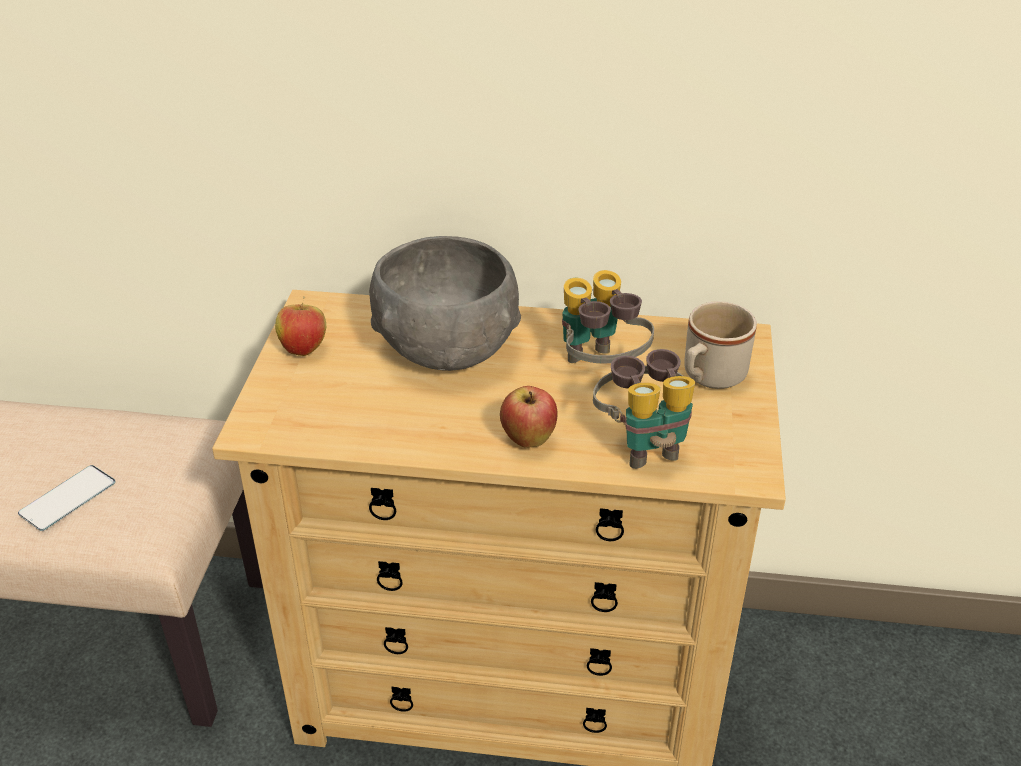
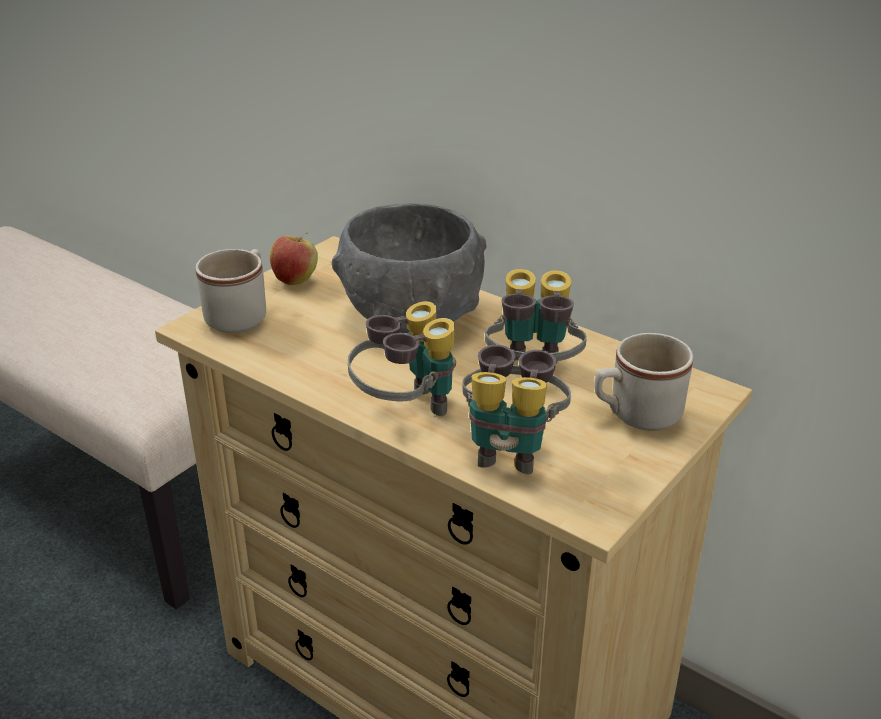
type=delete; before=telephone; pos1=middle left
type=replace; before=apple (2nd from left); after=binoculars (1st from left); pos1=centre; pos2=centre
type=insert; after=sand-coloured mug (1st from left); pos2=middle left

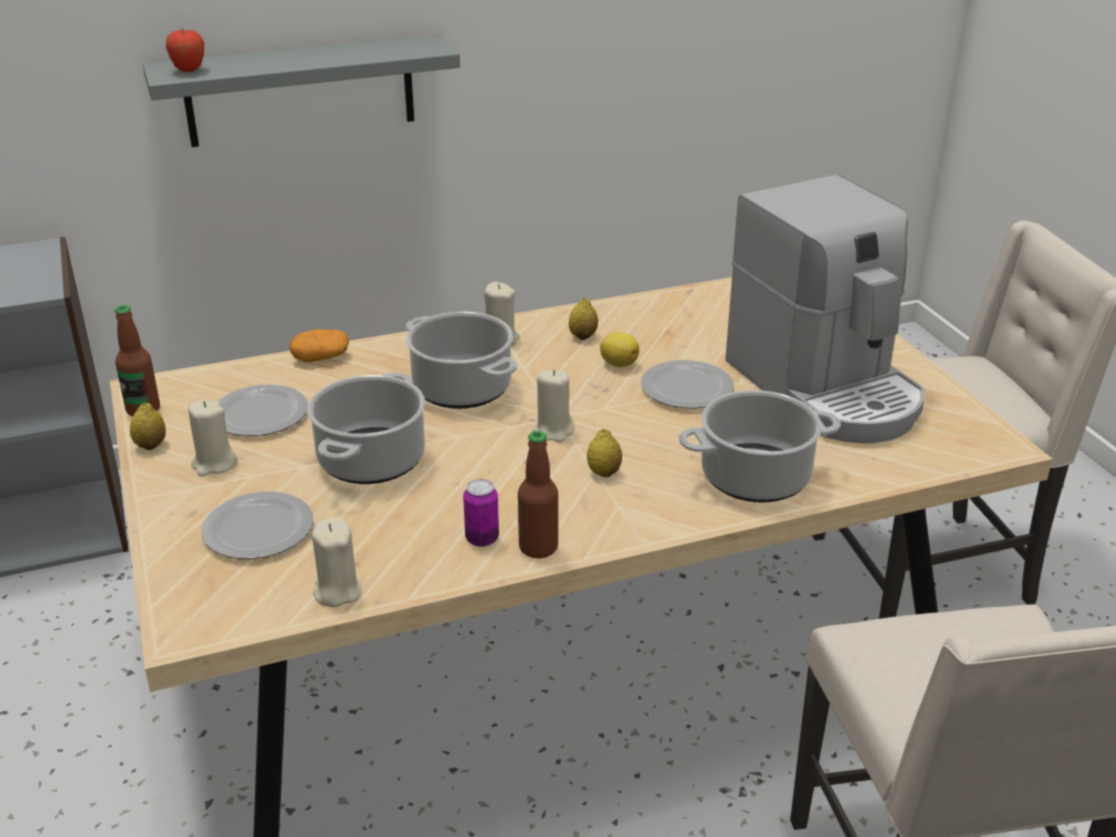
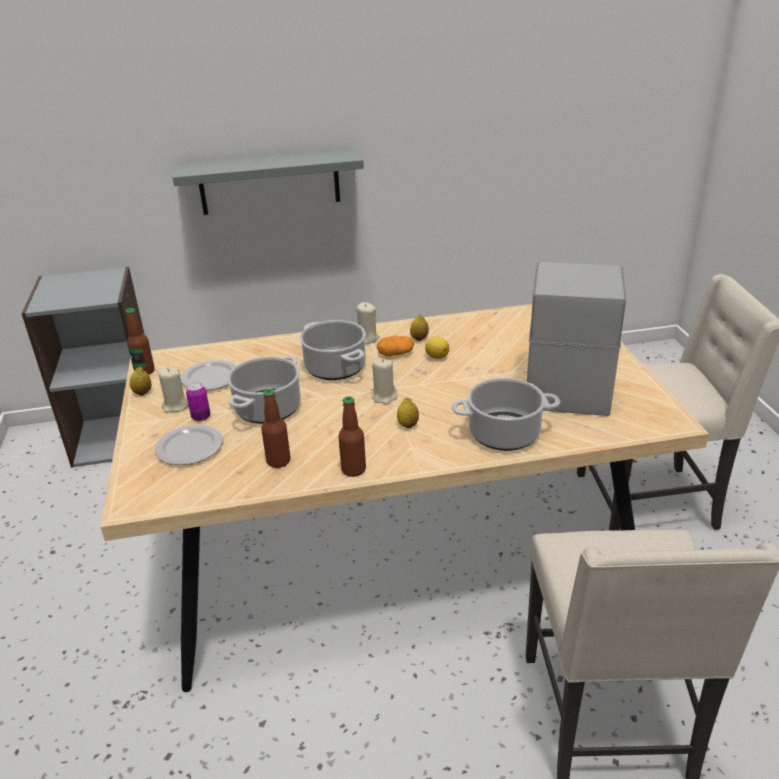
type=delete; before=apple; pos1=top left
type=move; before=spud; pos1=middle left; pos2=centre
type=delete; before=sand-coloured wax light (2nd from left); pos1=bottom left
type=move; before=sealed can; pos1=centre; pos2=middle left
type=delete; before=dinner plate (3rd from left); pos1=centre
type=rotate; before=coffee brewer; pos1=middle right; pos2=middle right; turn=-150
type=insert; after=drink bottle (2nd from left); pos2=centre

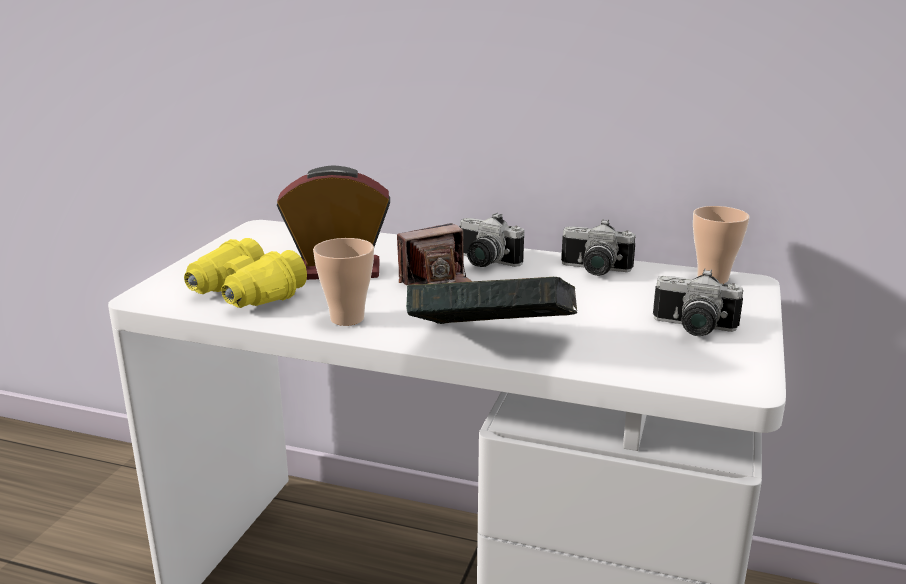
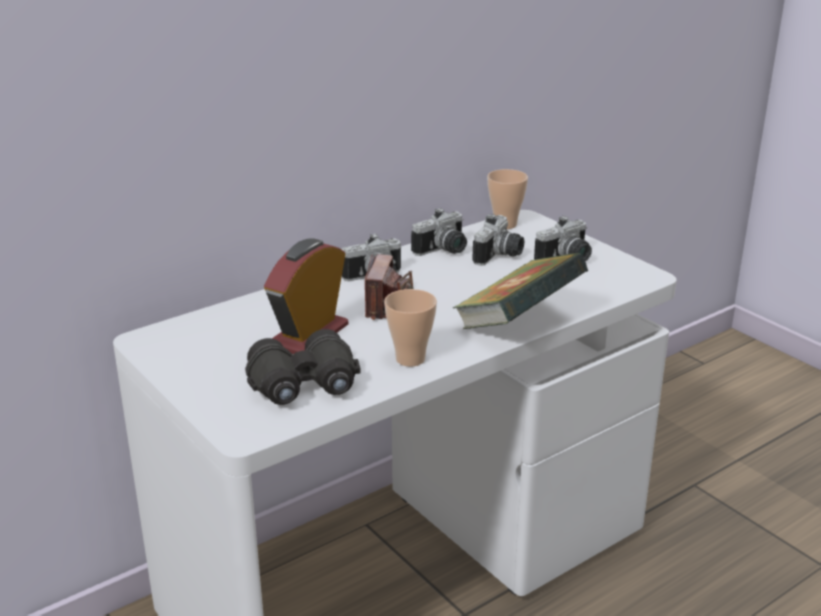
type=recolor; before=yellow-coloured binoculars; after=blackish binoculars; pos1=middle left; pos2=centre
type=insert; after=still camera (4th from left); pos2=centre

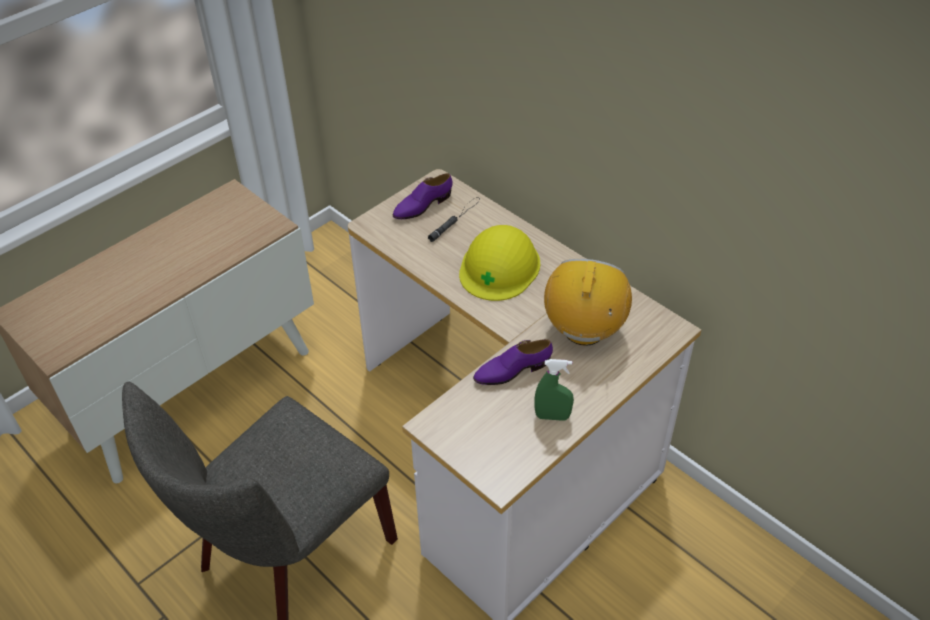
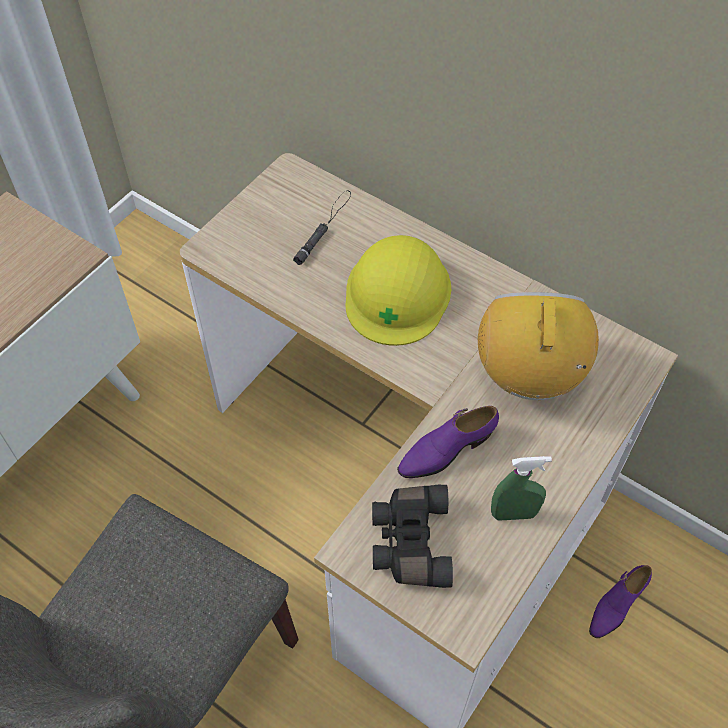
type=move; before=purple-coloured low shoe (1st from left in the first image); after=purple-coloured low shoe (2nd from left); pos1=top centre; pos2=bottom right
type=insert; after=blackish binoculars; pos2=bottom centre

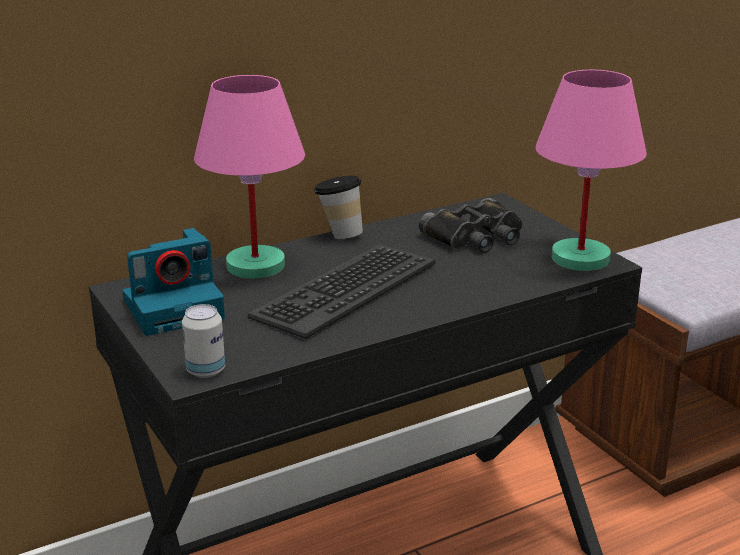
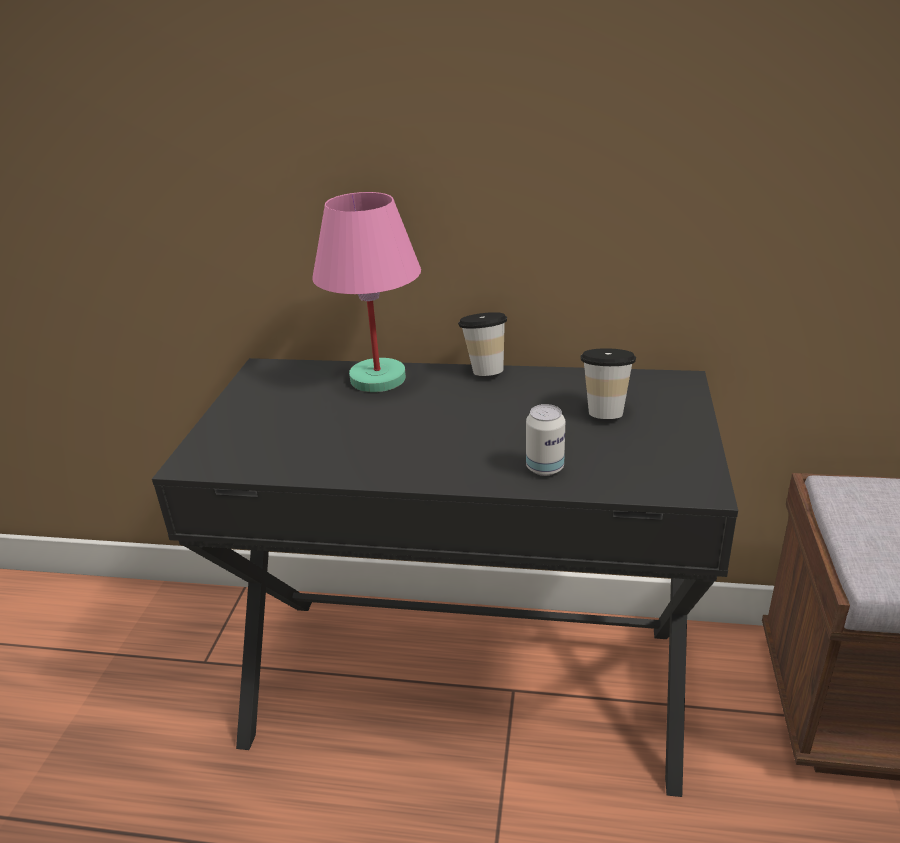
type=delete; before=still camera; pos1=middle left
type=move; before=sealed can; pos1=middle left; pos2=centre
type=delete; before=computer keyboard; pos1=centre
type=replace; before=blackish binoculars; after=drinking cup (2nd from left); pos1=centre; pos2=middle right
type=delete; before=pink-coloured lamp for a table (2nd from left); pos1=top right

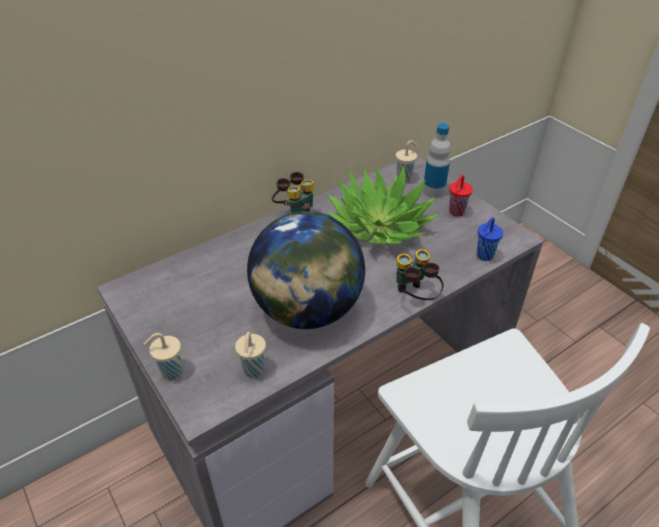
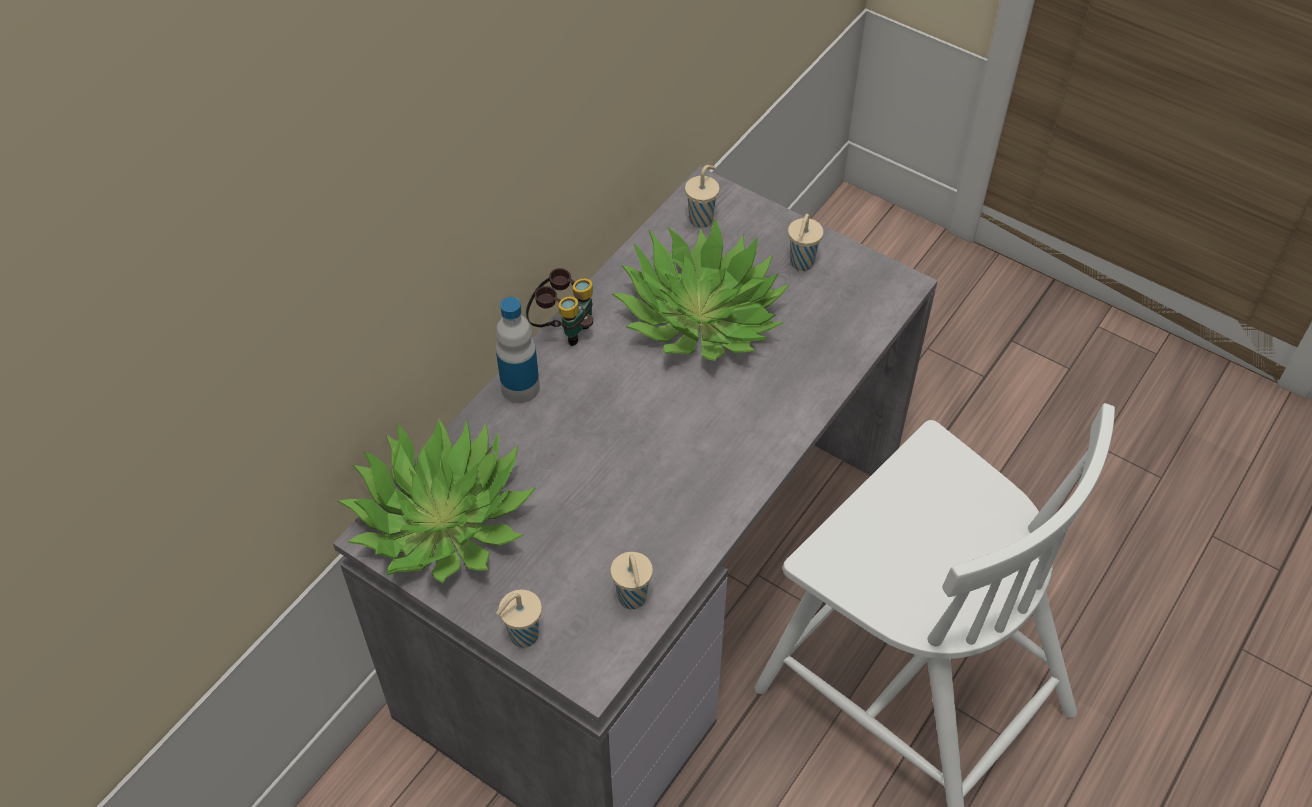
type=delete; before=desk globe; pos1=centre
type=delete; before=binoculars (2nd from left); pos1=centre
type=move; before=drink bottle; pos1=top centre; pos2=centre
type=recolor; before=red-coloured drinking cup; after=sand-coloured drinking cup (4th from left); pos1=middle right; pos2=top centre
type=delete; before=blue drinking cup; pos1=middle right
type=insert; after=houseplant (1st from left); pos2=middle left

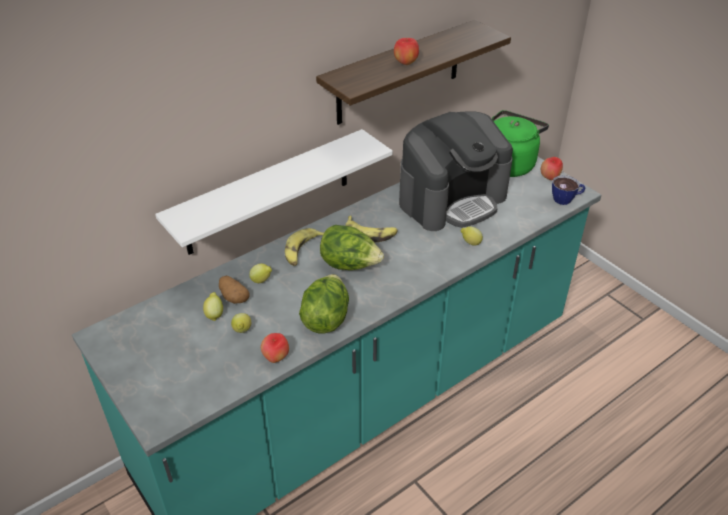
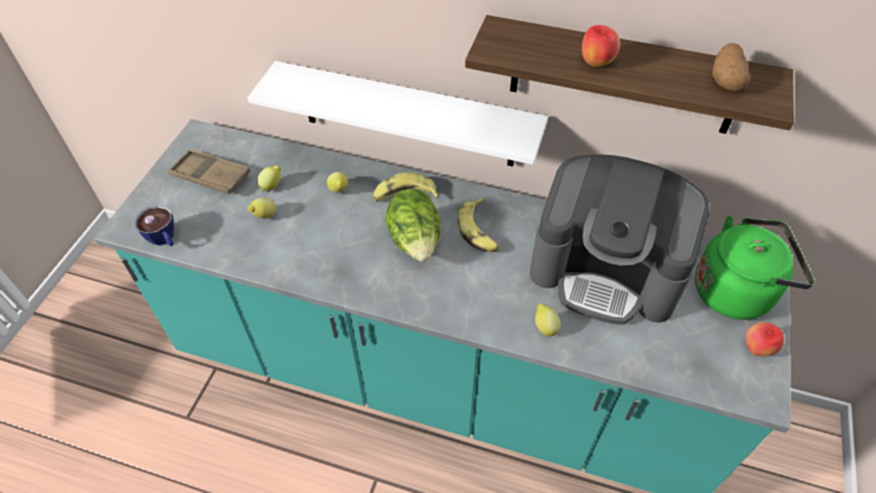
type=move; before=spud; pos1=middle left; pos2=top right
type=delete; before=apple (1st from left); pos1=bottom centre
type=delete; before=lettuce (1st from left); pos1=centre
type=move; before=drinking cup; pos1=middle right; pos2=middle left
type=insert; after=brown-coloured carrying tray; pos2=middle left

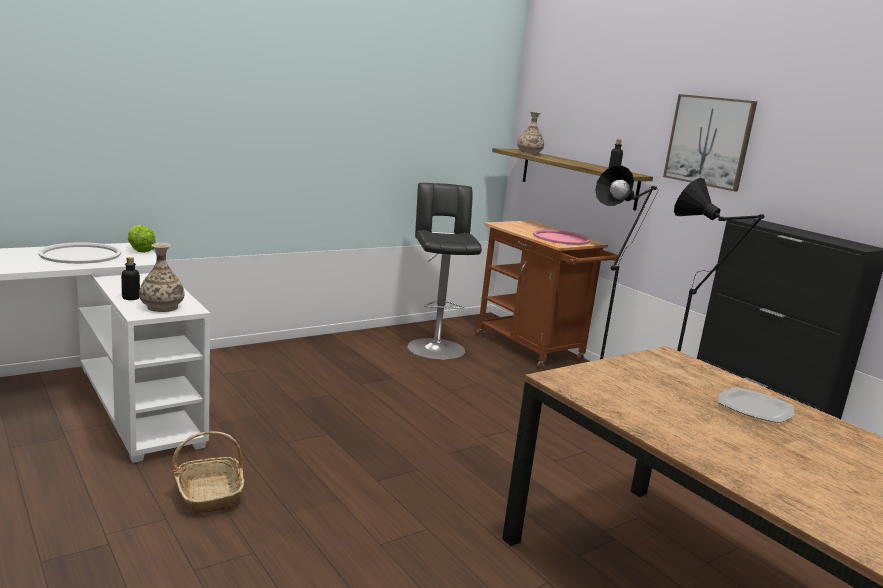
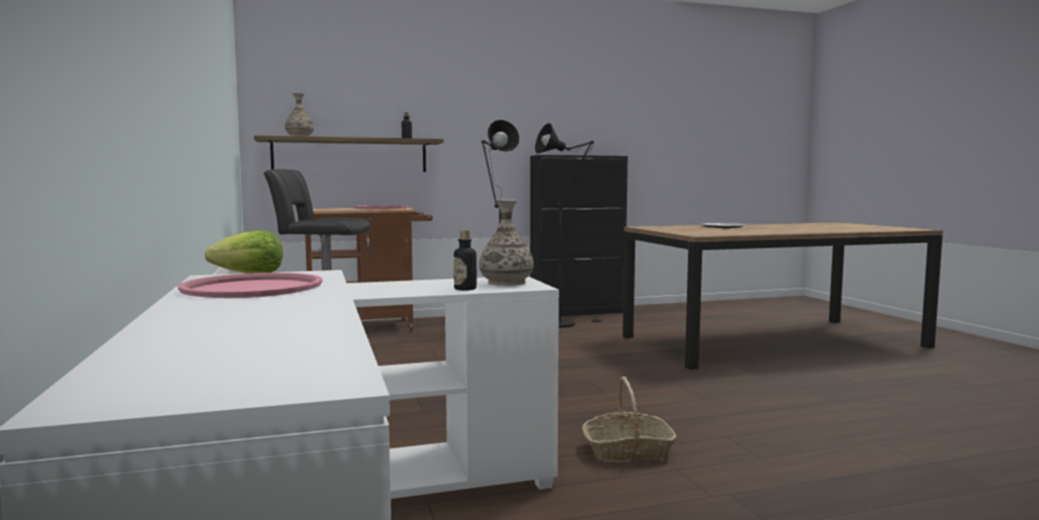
type=recolor; before=whitish carrying tray; after=pink-coloured carrying tray (1st from left); pos1=middle left; pos2=middle left
type=delete; before=wall picture; pos1=top right

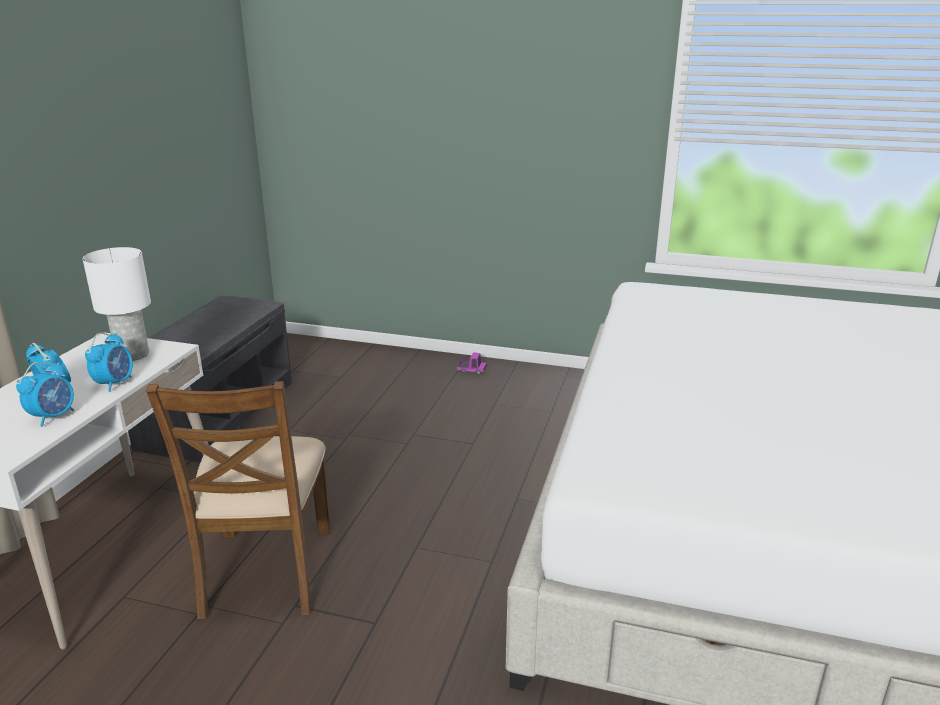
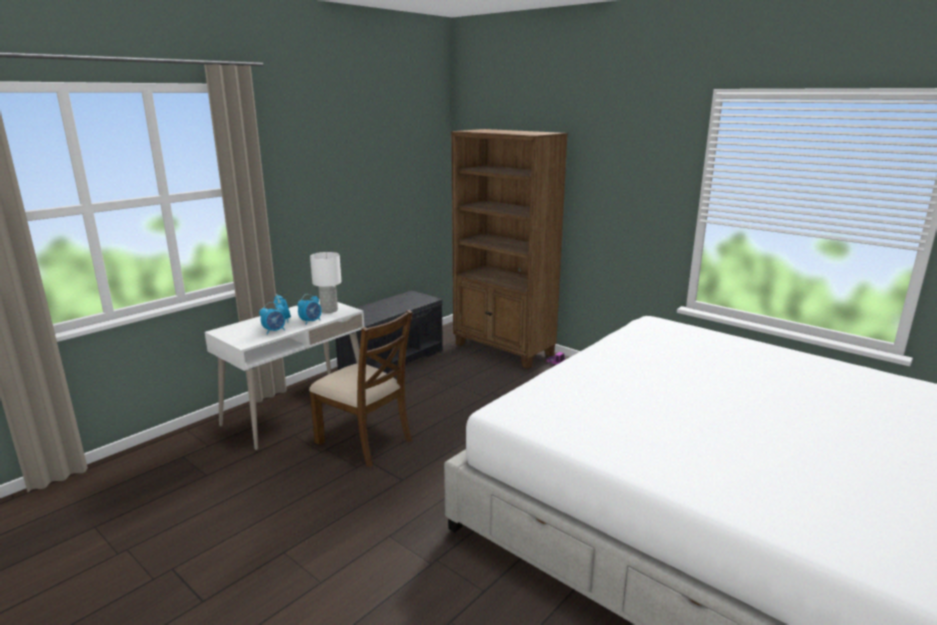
type=rotate; before=brown-coloured plain chair; pos1=bottom left; pos2=centre; turn=-75
type=insert; after=brown-coloured bookcase; pos2=centre

